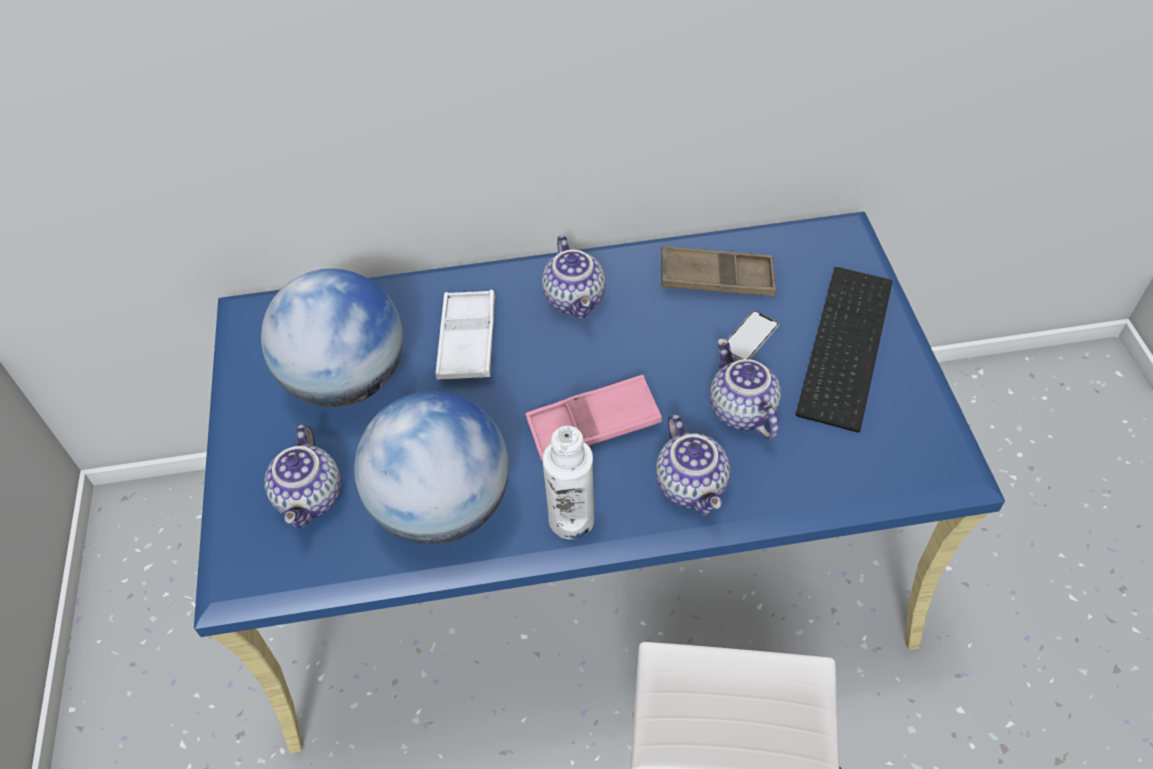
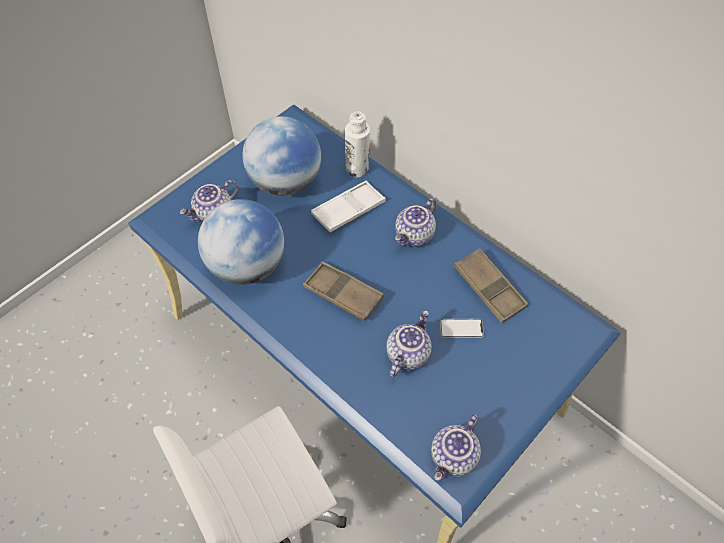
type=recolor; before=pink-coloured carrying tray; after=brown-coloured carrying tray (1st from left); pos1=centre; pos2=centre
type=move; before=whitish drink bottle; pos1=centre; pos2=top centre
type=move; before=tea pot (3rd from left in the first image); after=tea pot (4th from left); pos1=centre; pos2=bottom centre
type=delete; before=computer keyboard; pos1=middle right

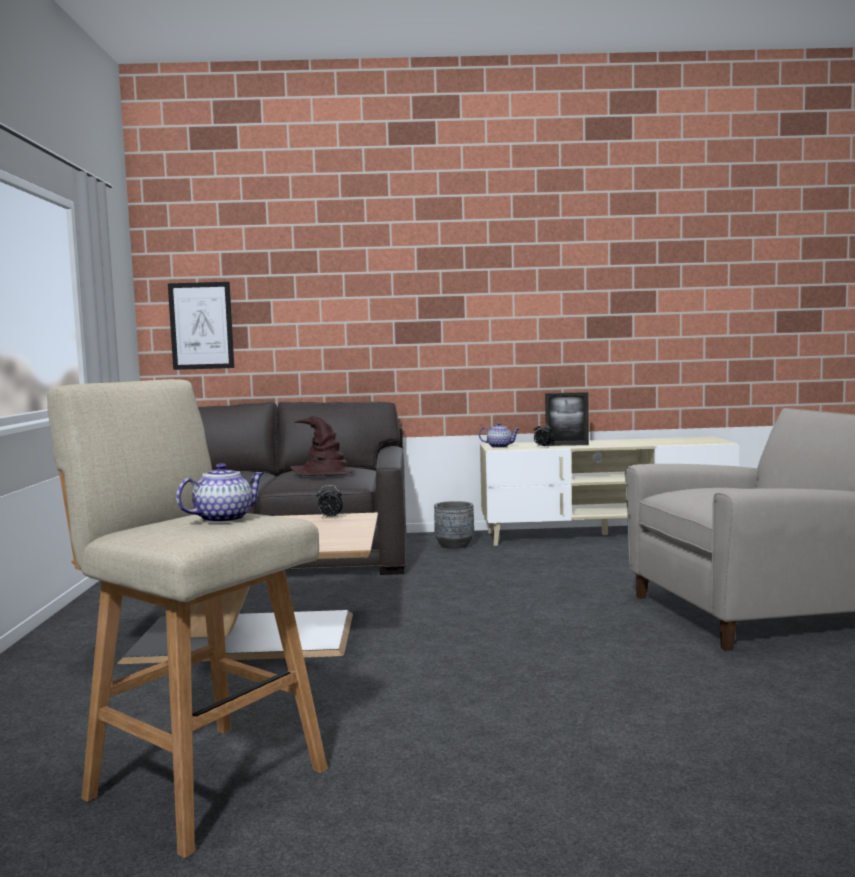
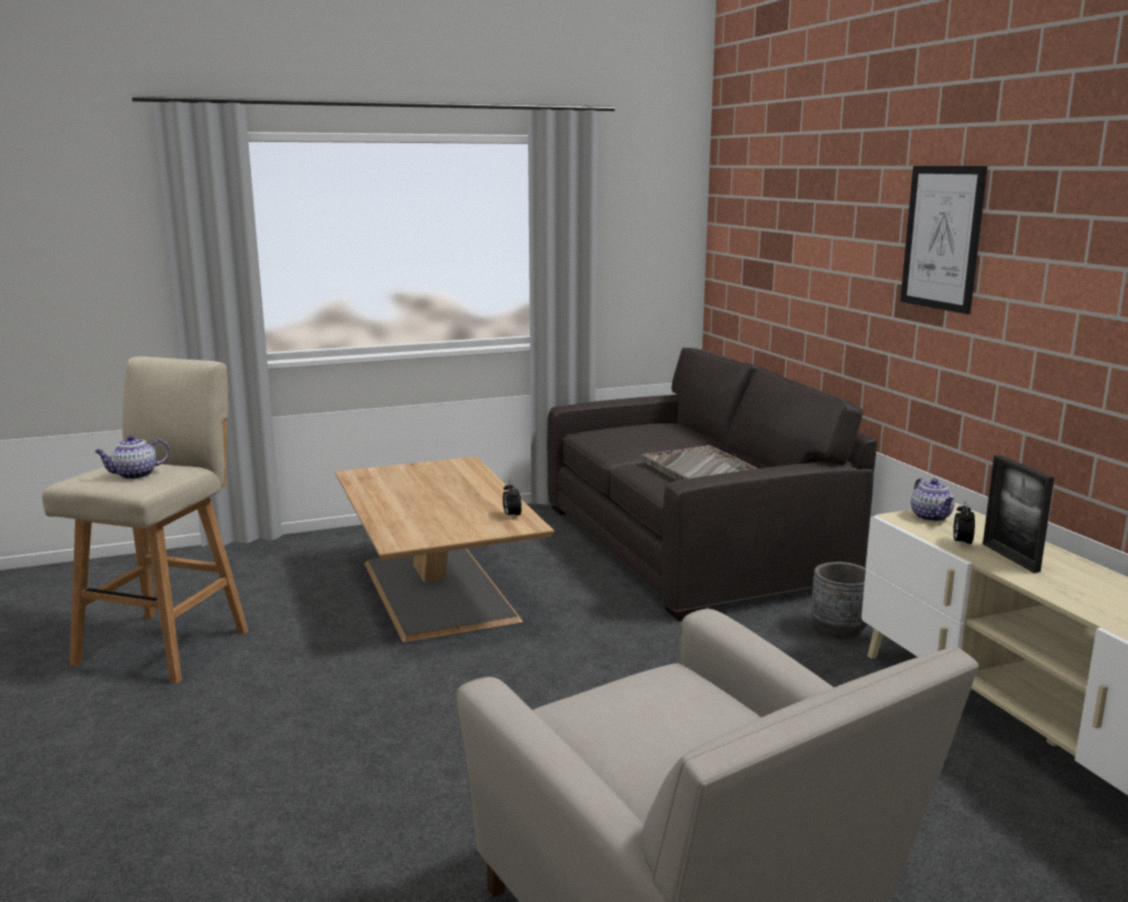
type=move; before=wall picture; pos1=middle left; pos2=top right
type=rotate; before=tea pot (1st from left); pos1=middle left; pos2=middle left; turn=120
type=replace; before=brown-coloured hat; after=greyish carrying tray; pos1=centre; pos2=centre

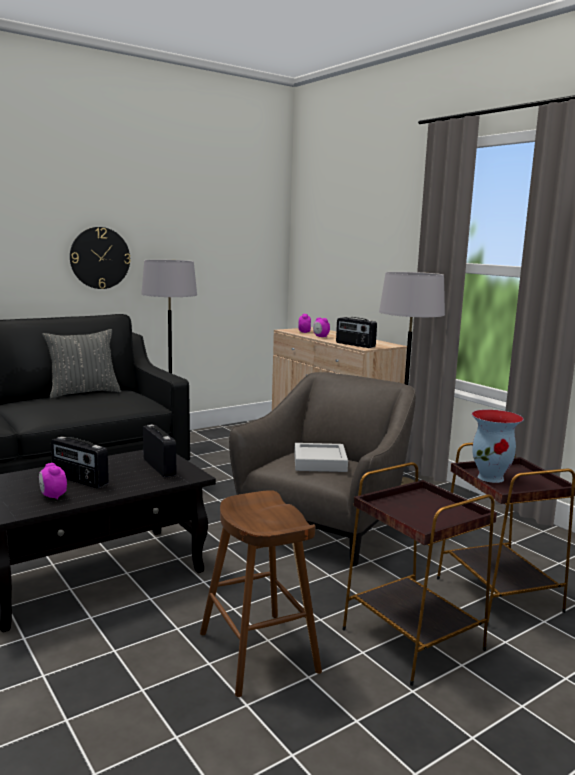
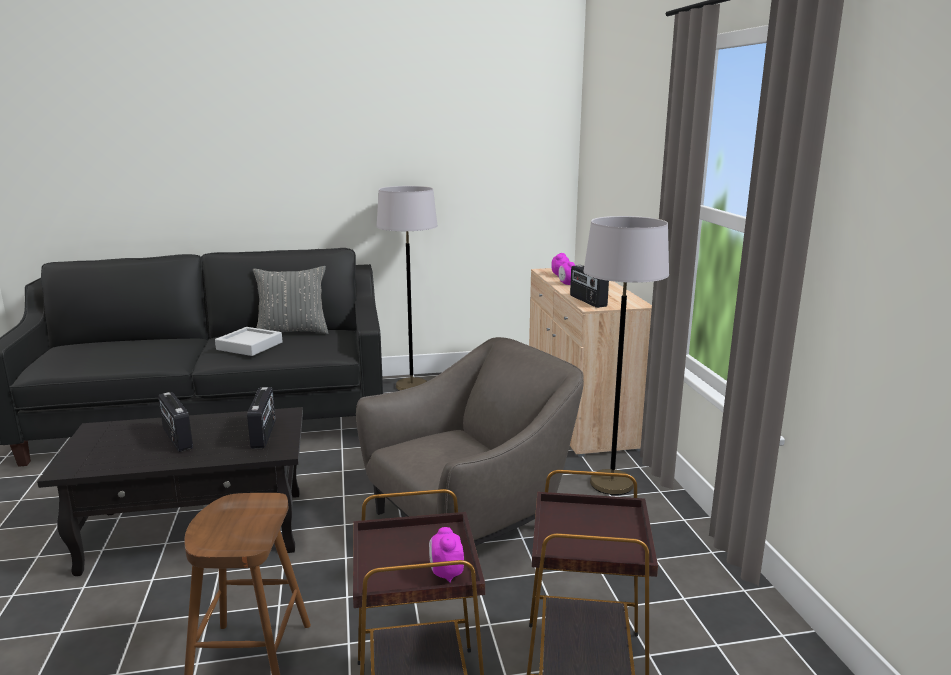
type=move; before=alarm clock (1st from left); pos1=middle left; pos2=bottom centre
type=delete; before=clock on the wall; pos1=top left
type=move; before=greyish carrying tray; pos1=centre; pos2=middle left
type=delete; before=decorative vase; pos1=middle right

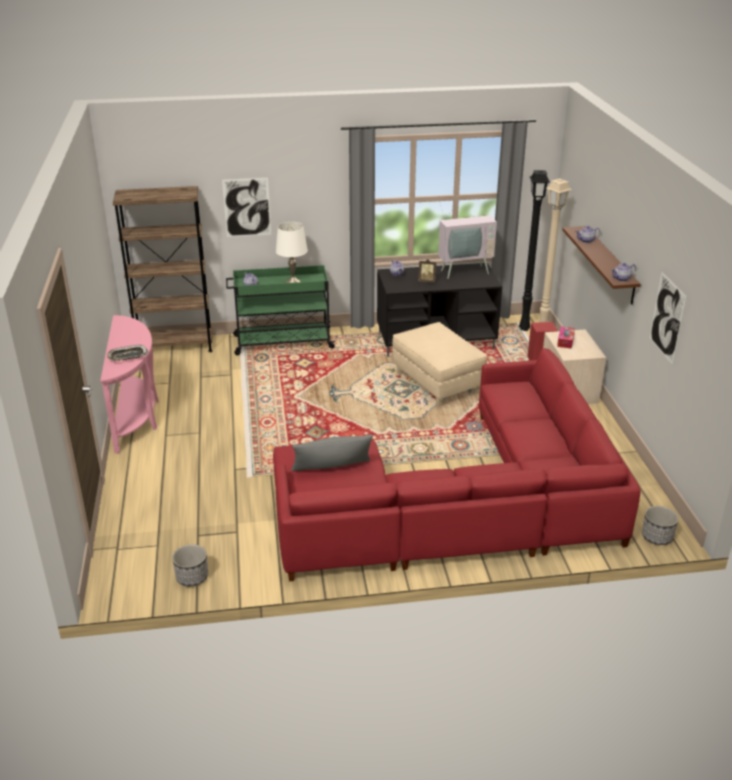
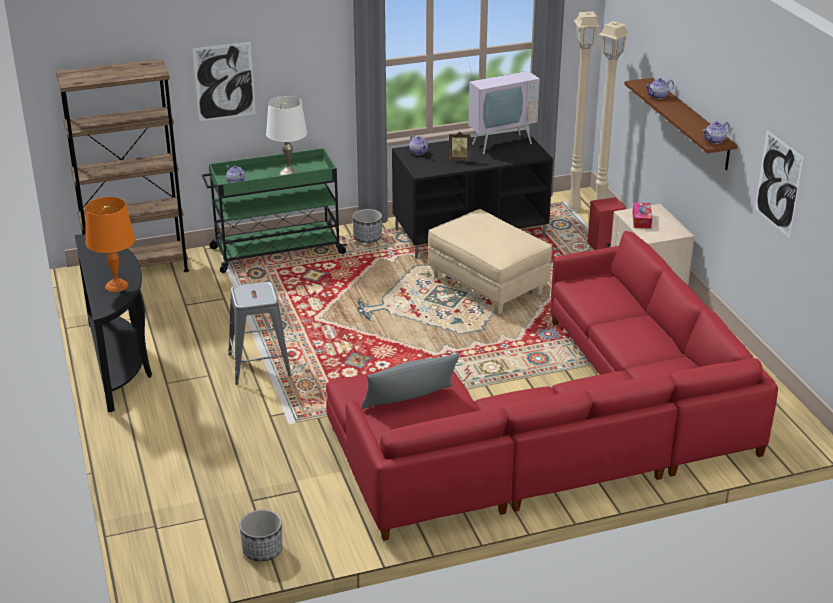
type=recolor; before=pink-coloured hall table; after=blackish hall table; pos1=middle left; pos2=middle left
type=replace; before=carrying tray; after=orange-coloured lamp for a table; pos1=middle left; pos2=middle left
type=recolor; before=blackish standard lamp; after=sand-coloured standard lamp (1st from left); pos1=top right; pos2=top right
type=move; before=flower pot (2nd from left); pos1=bottom right; pos2=centre
type=insert; after=greyish stool seat; pos2=middle left

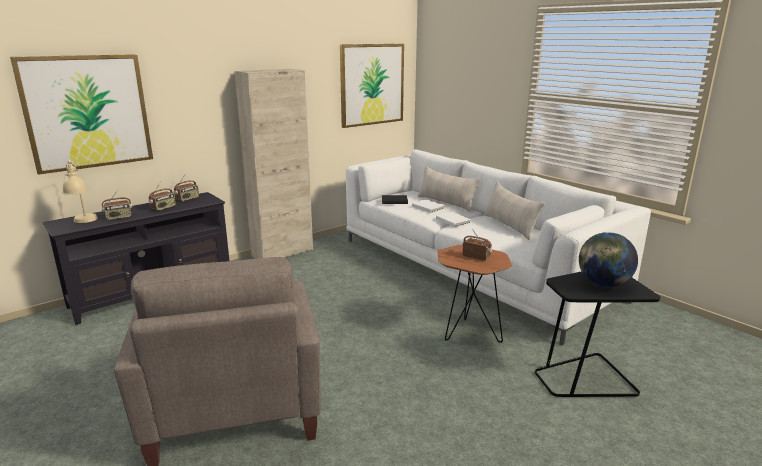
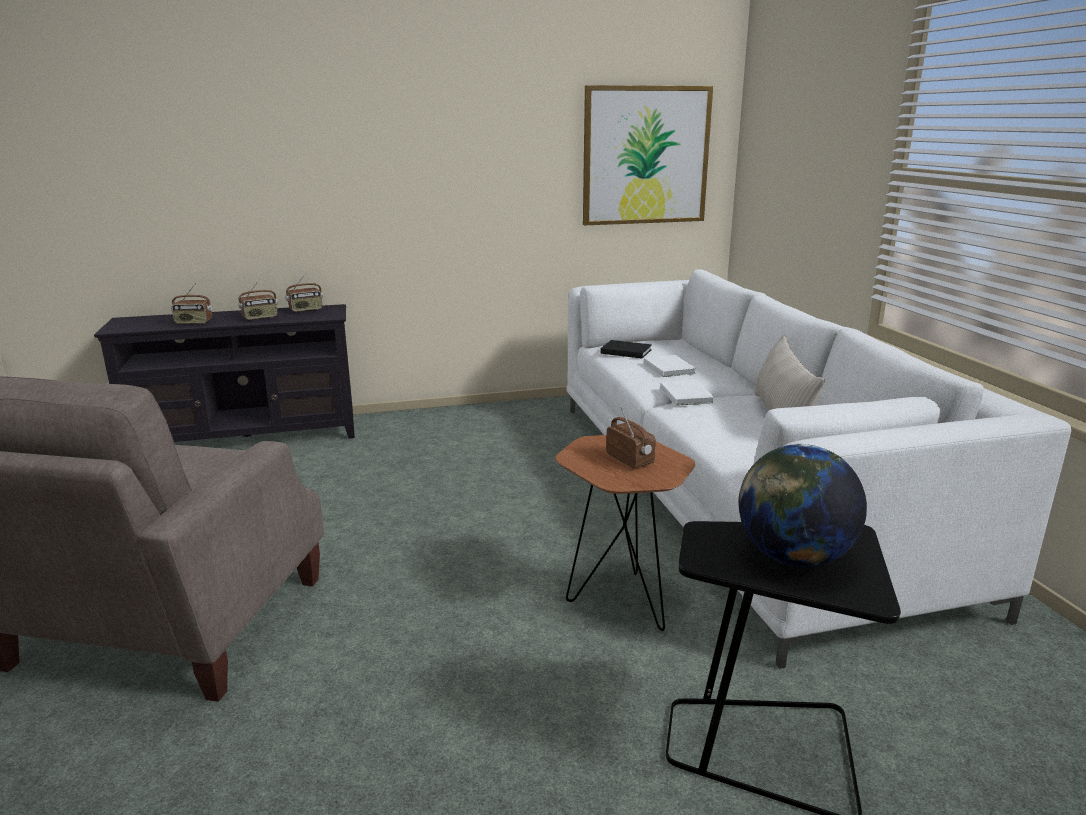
type=delete; before=wall picture (1st from left); pos1=top left
type=delete; before=sand-coloured lamp for a table; pos1=middle left
type=delete; before=sand-coloured storage cabinet; pos1=centre
type=delete; before=sand-coloured cushion (1st from left); pos1=centre

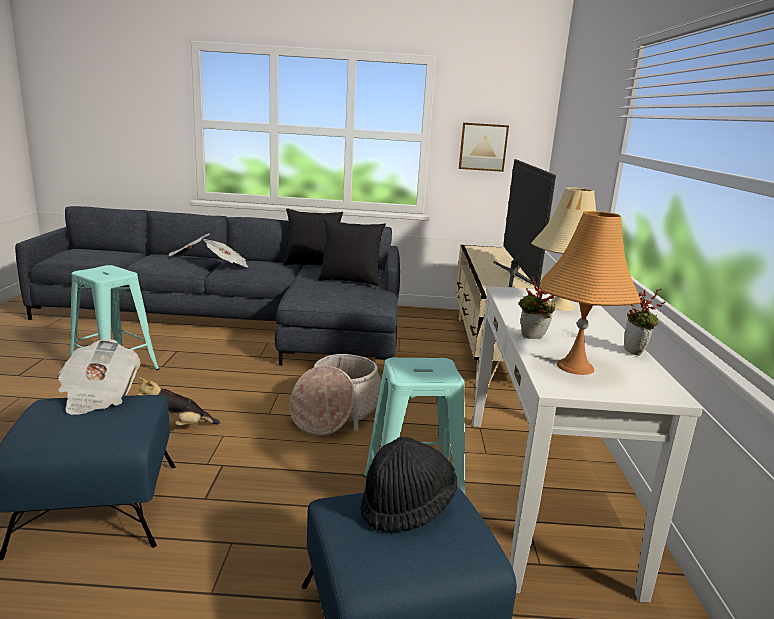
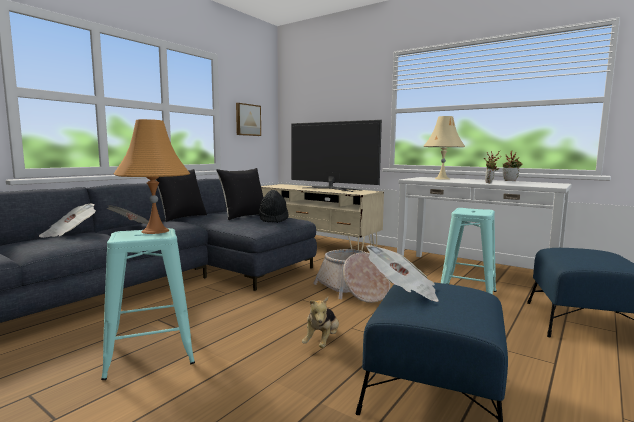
type=move; before=blackish hat; pos1=bottom centre; pos2=centre
type=move; before=orange-coloured lamp for a table; pos1=middle right; pos2=middle left

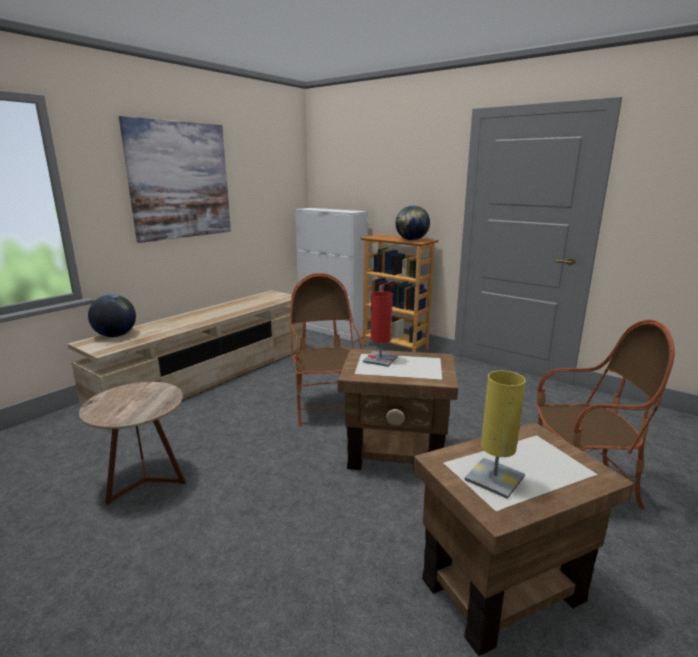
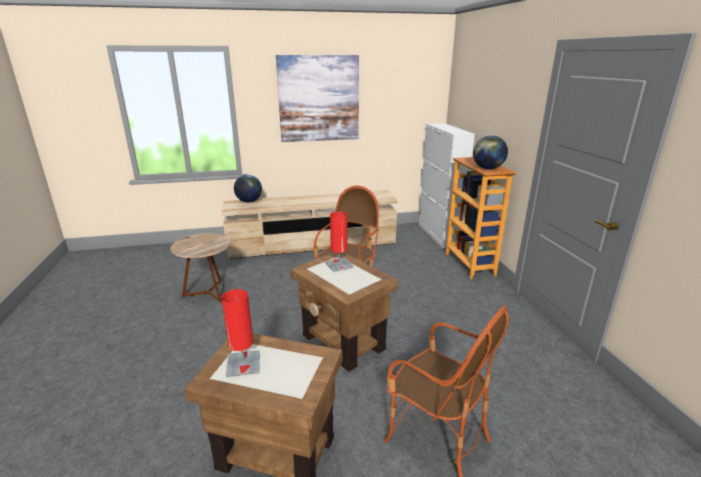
type=recolor; before=yellow-coloured lamp for a table; after=red-coloured lamp for a table (1st from left); pos1=middle right; pos2=bottom centre

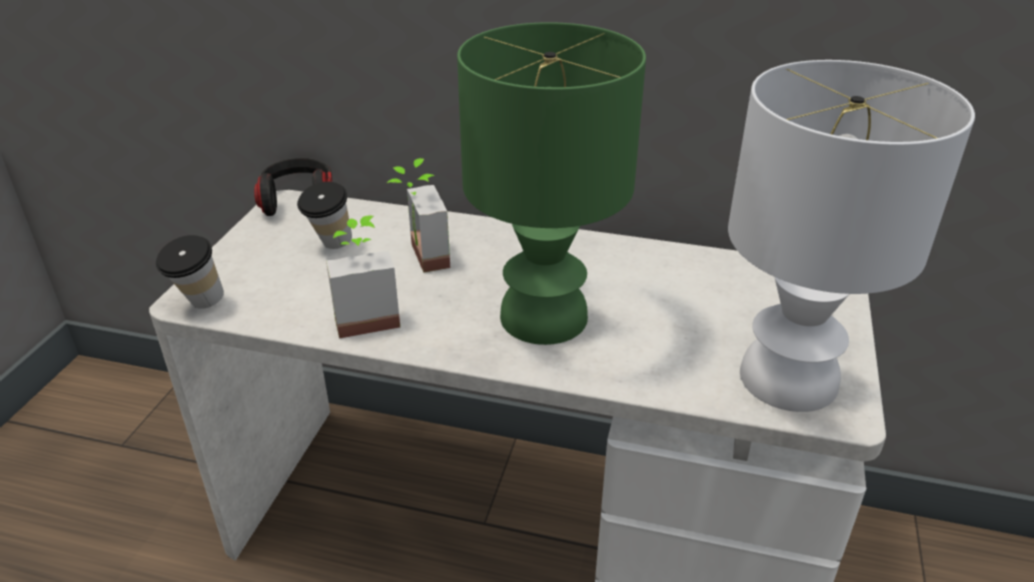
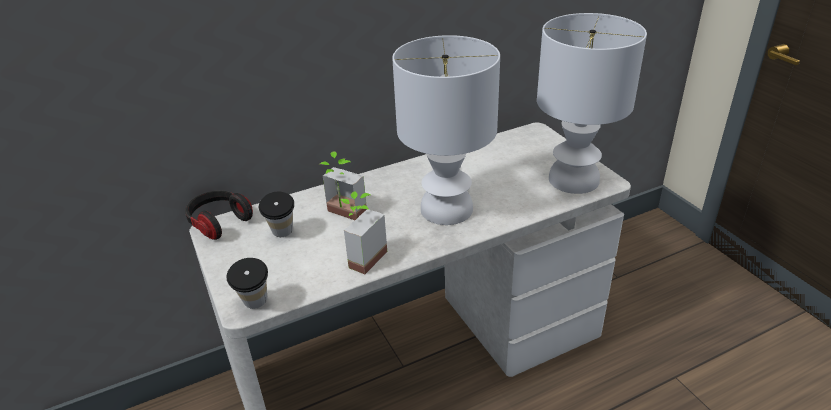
type=recolor; before=greenish lamp for a table; after=whitish lamp for a table (1st from left); pos1=top centre; pos2=top centre

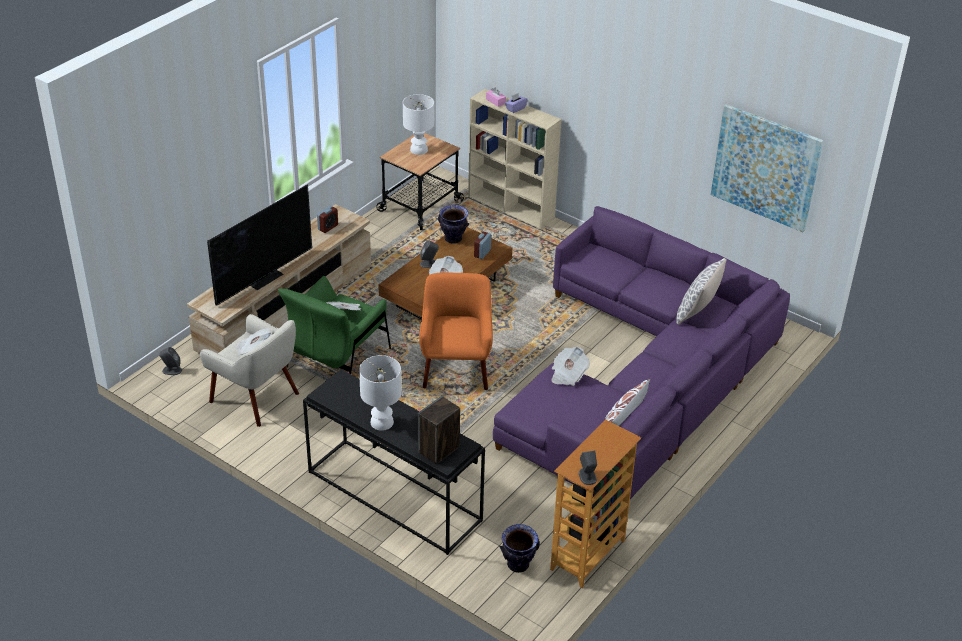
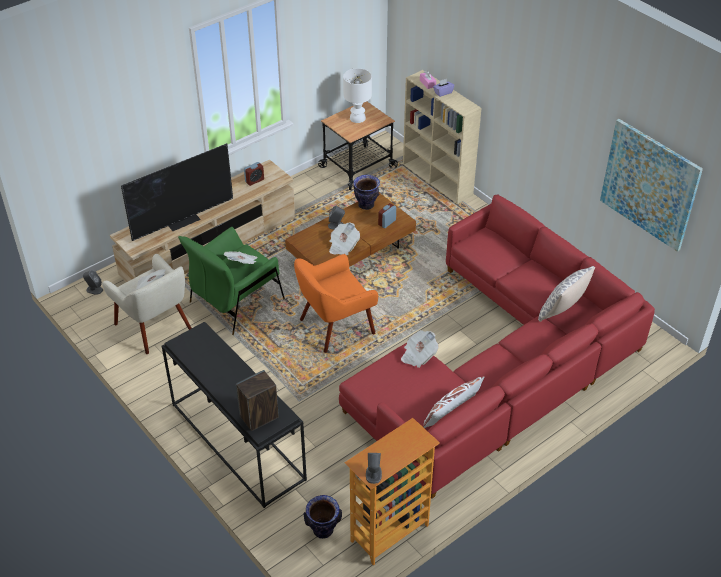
type=delete; before=whitish lamp for a table (1st from left); pos1=centre
type=rotate; before=orange-coloured armchair; pos1=centre; pos2=centre; turn=-135
type=recolor; before=purple-coloured settee; after=red-coloured settee; pos1=centre; pos2=middle right

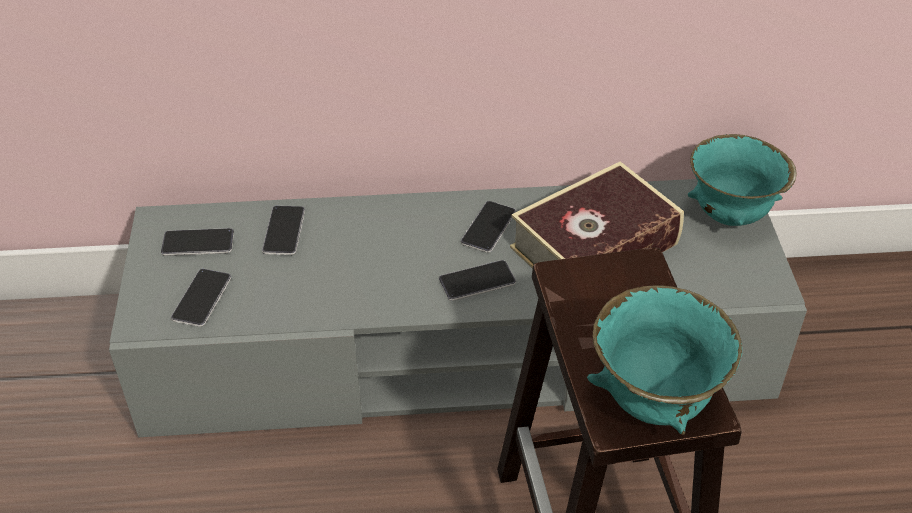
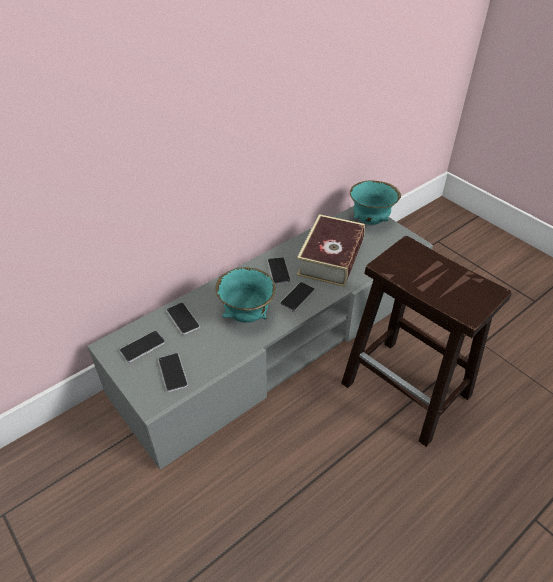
type=move; before=blue-green deep dish (1st from left); pos1=bottom right; pos2=centre

